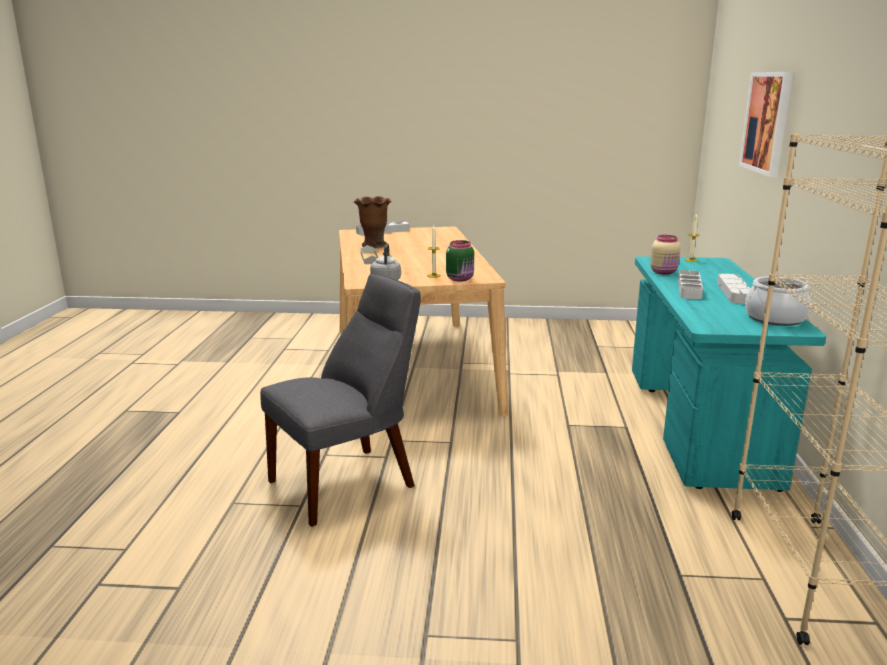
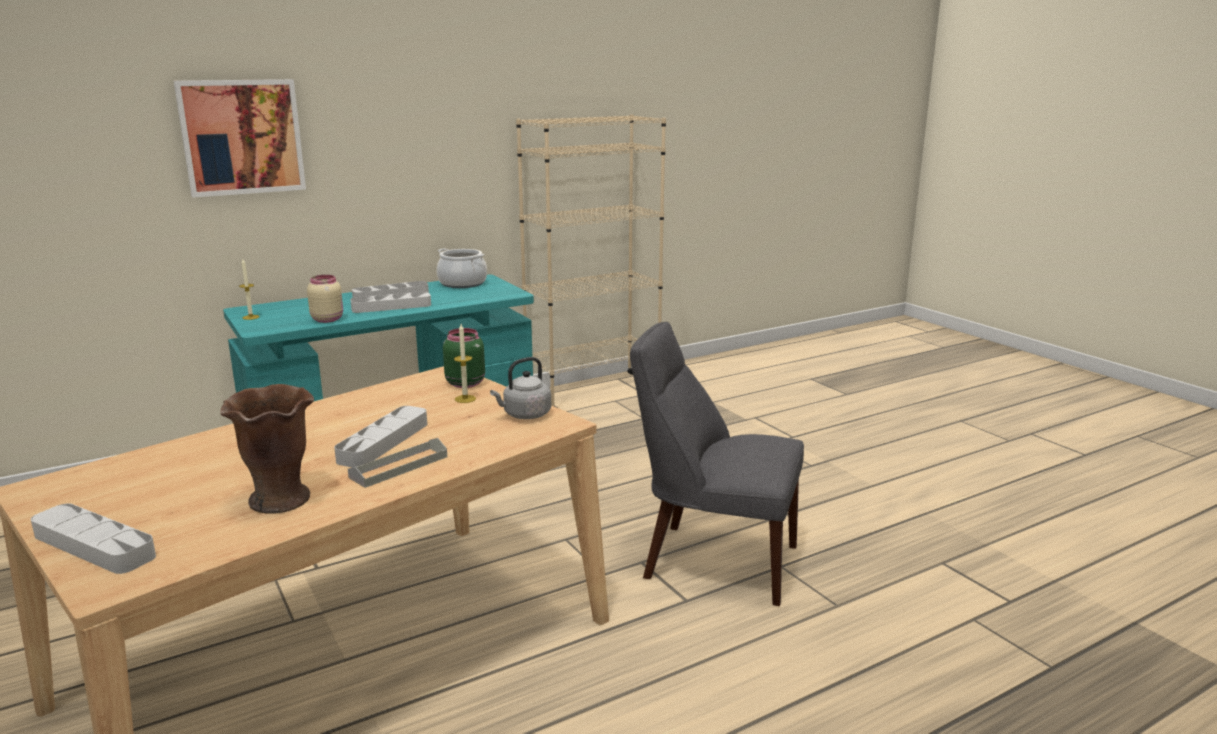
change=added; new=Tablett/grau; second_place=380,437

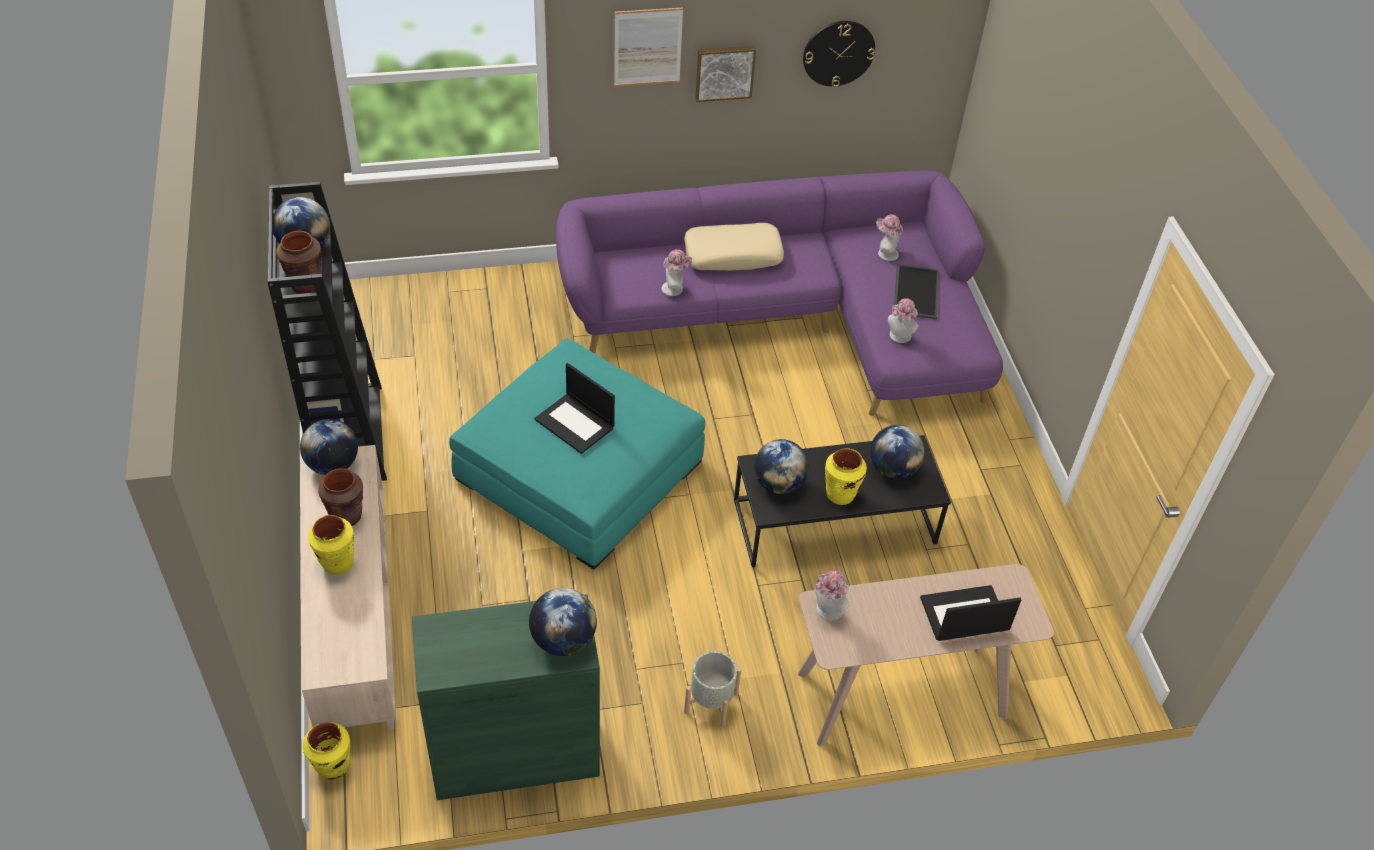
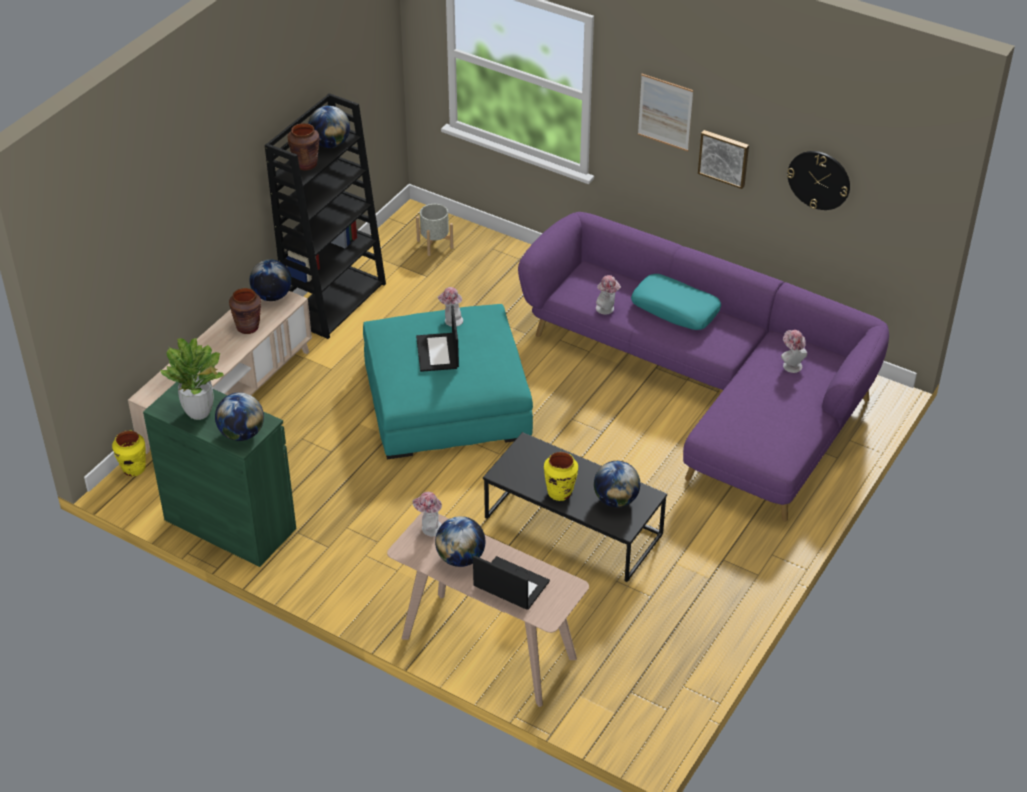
change=added; new=Topfpflanze; second_place=192,379
change=moved; old=Pflanzkübel/grau; first_place=712,689; second_place=435,230
change=moved; old=Globus; first_place=781,466; second_place=460,541
change=moved; old=Hut; first_place=903,320; second_place=450,307
change=recoloured; old=Kissen/beige; new=Kissen/türkis; first_place=734,247; second_place=676,302
change=removed; old=Vase/gelb; first_place=331,545
change=removed; old=Tablett; first_place=916,291

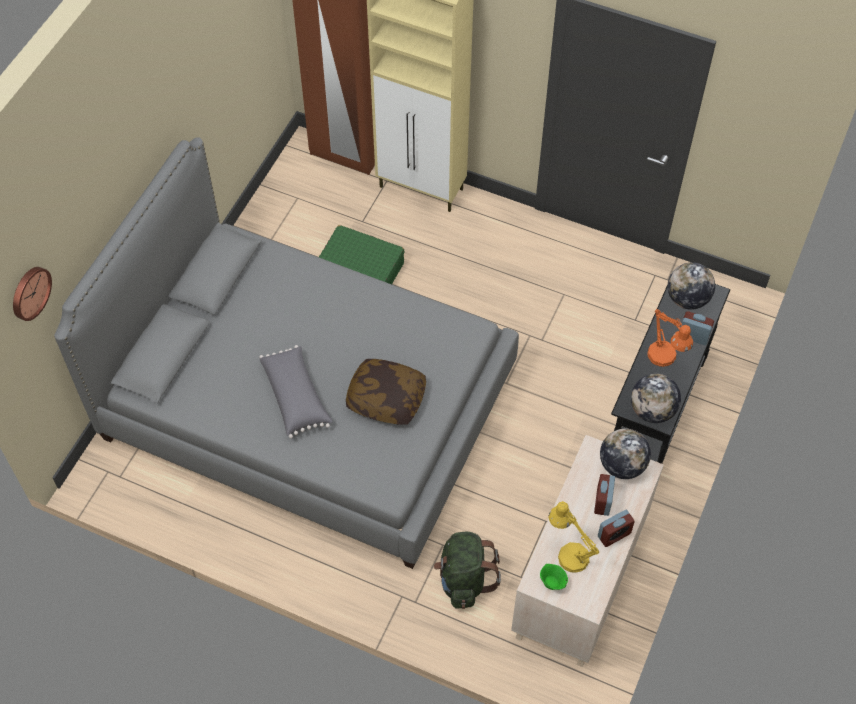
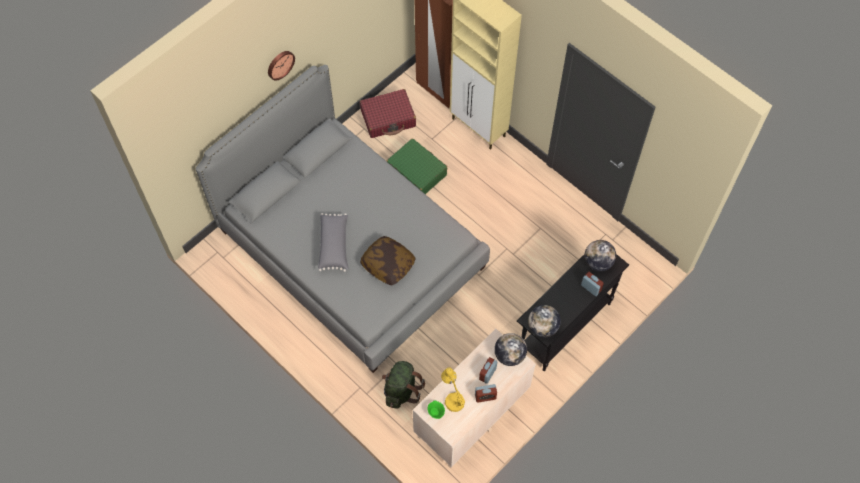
change=moved; old=Wanduhr; first_place=32,294; second_place=281,66
change=added; new=Koffer/rot; second_place=388,113
change=removed; old=Tischlampe/orange; first_place=670,338

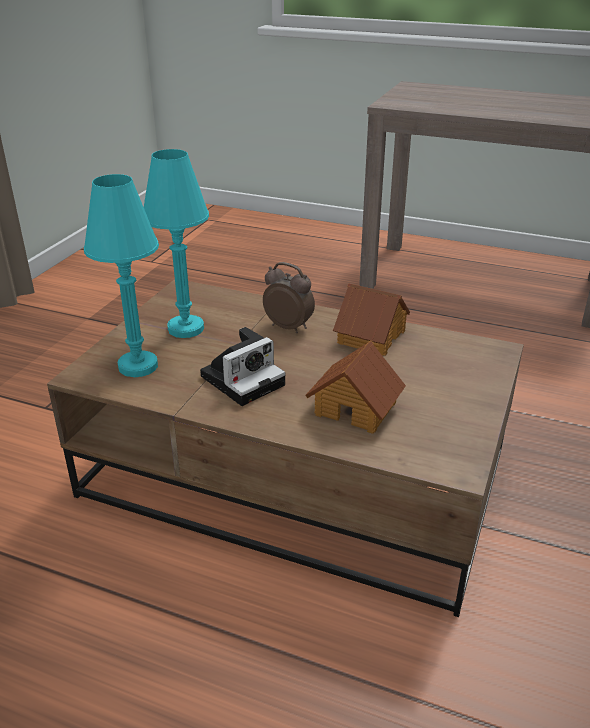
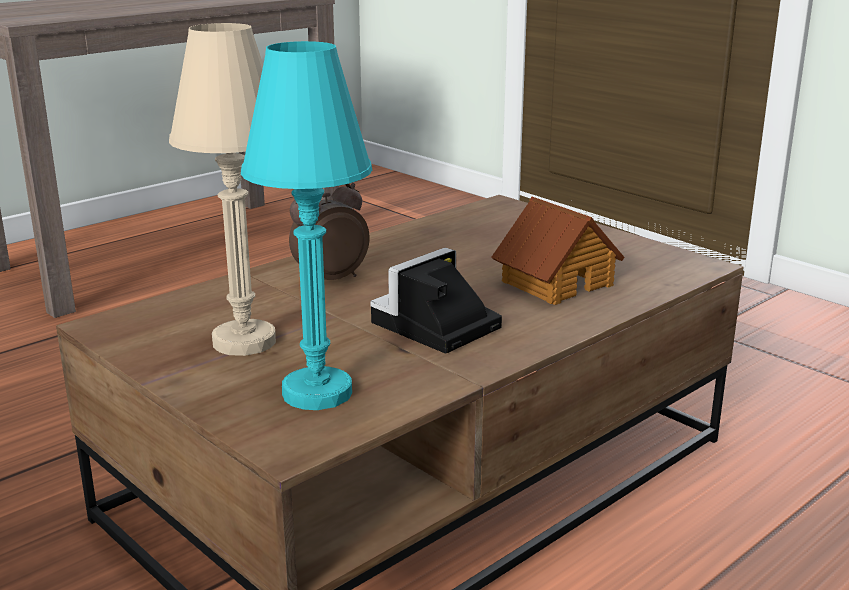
change=recoloured; old=Tischlampe/türkis; new=Tischlampe/beige; first_place=176,243; second_place=222,189
change=turned; old=Kamera; first_place=242,366; second_place=436,300; degrees=-120
change=removed; old=Spielzeughaus; first_place=371,319

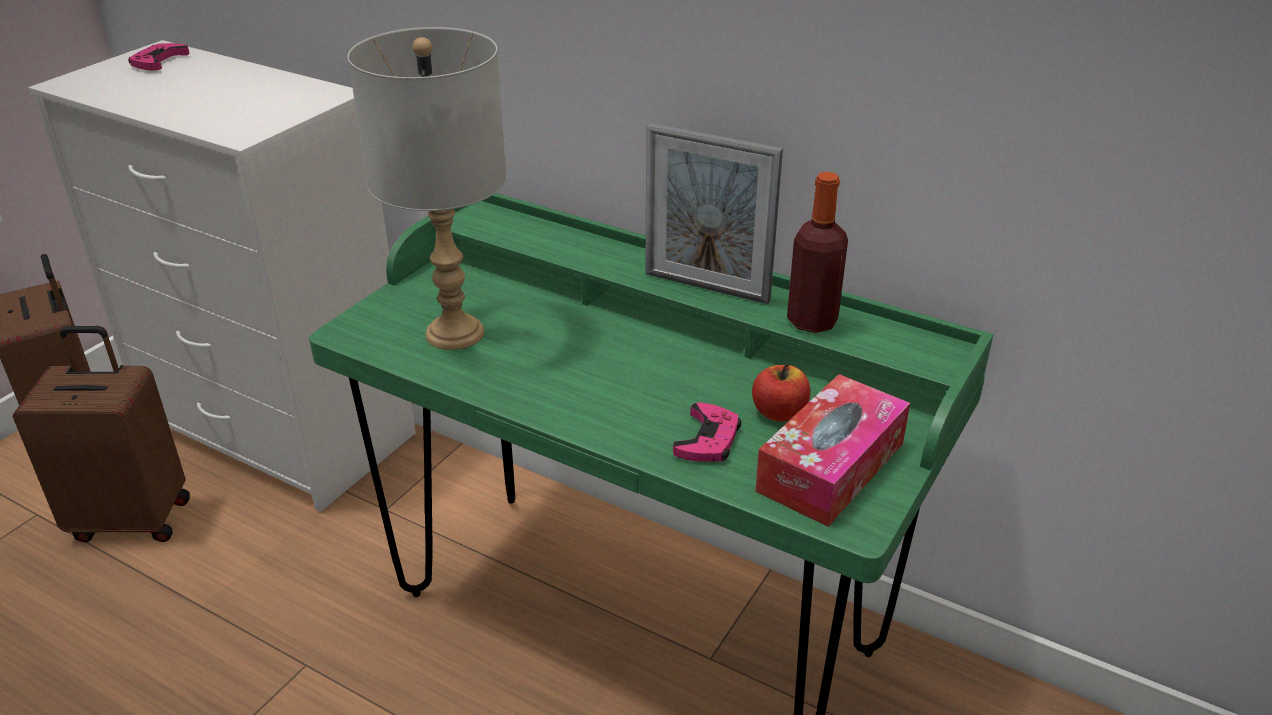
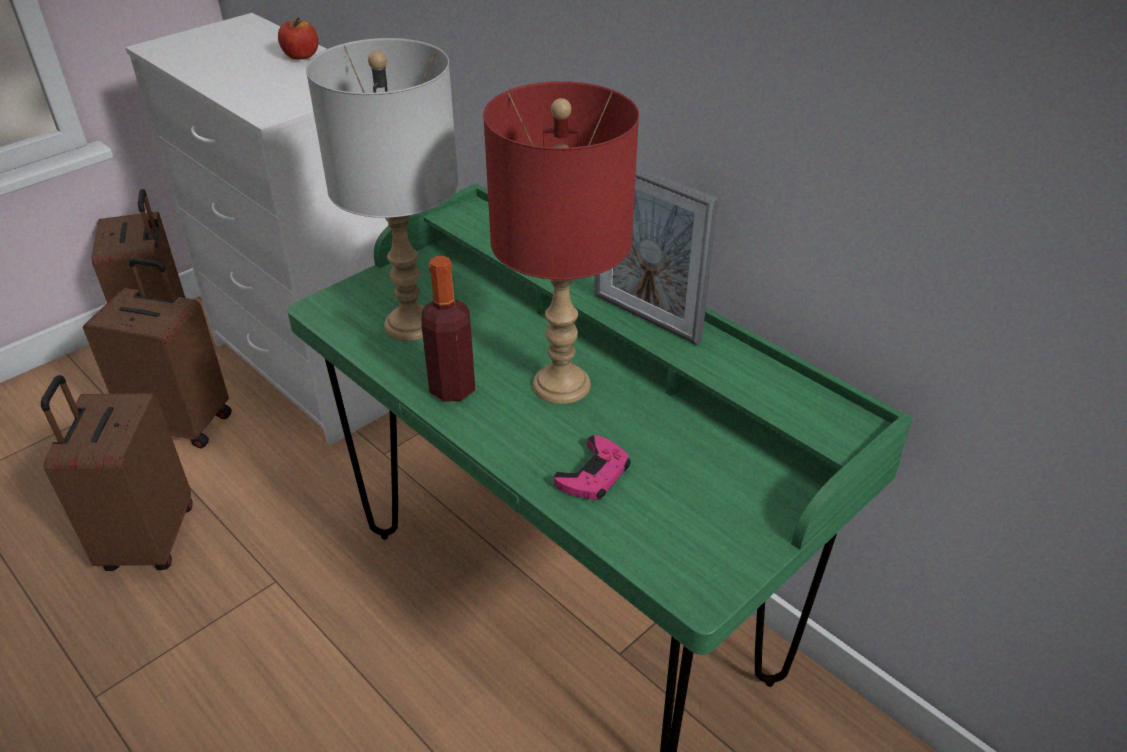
change=added; new=Koffer/braun; second_place=116,473
change=moved; old=Apfel; first_place=781,393; second_place=298,38
change=moved; old=Flasche; first_place=817,252; second_place=448,329
change=added; new=Tischlampe/rot; second_place=561,242
change=removed; old=Gamepad/rosa; first_place=158,57
change=removed; old=Taschentuchbox; first_place=832,450

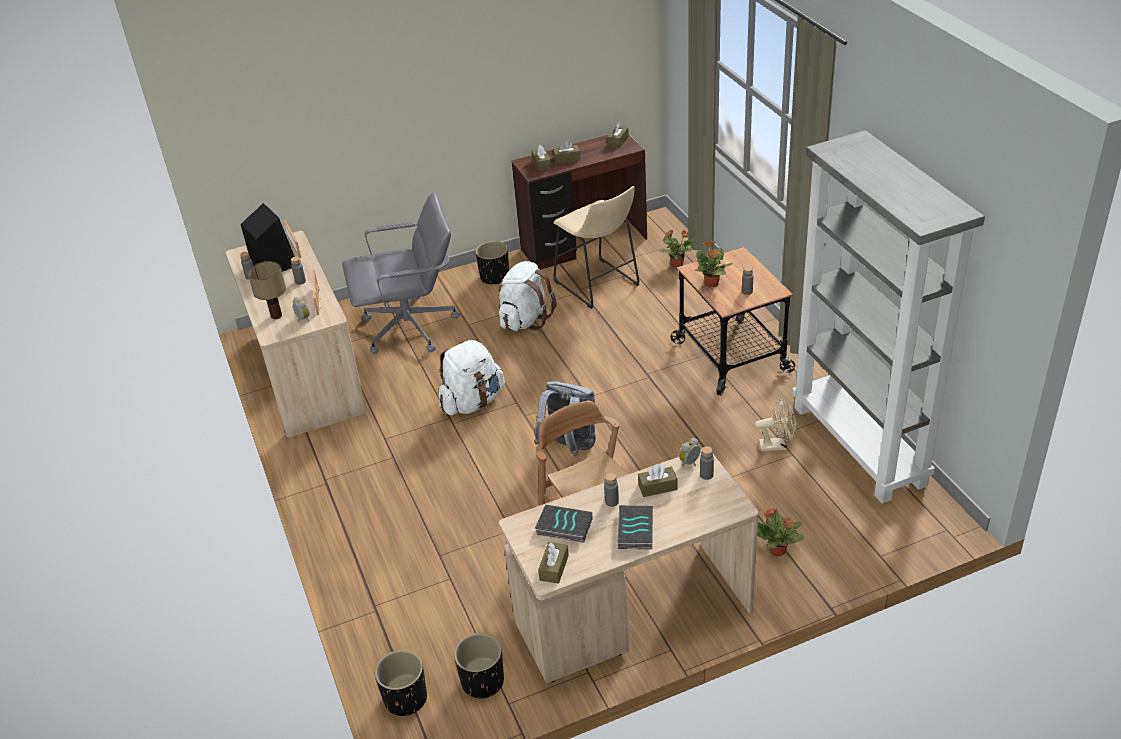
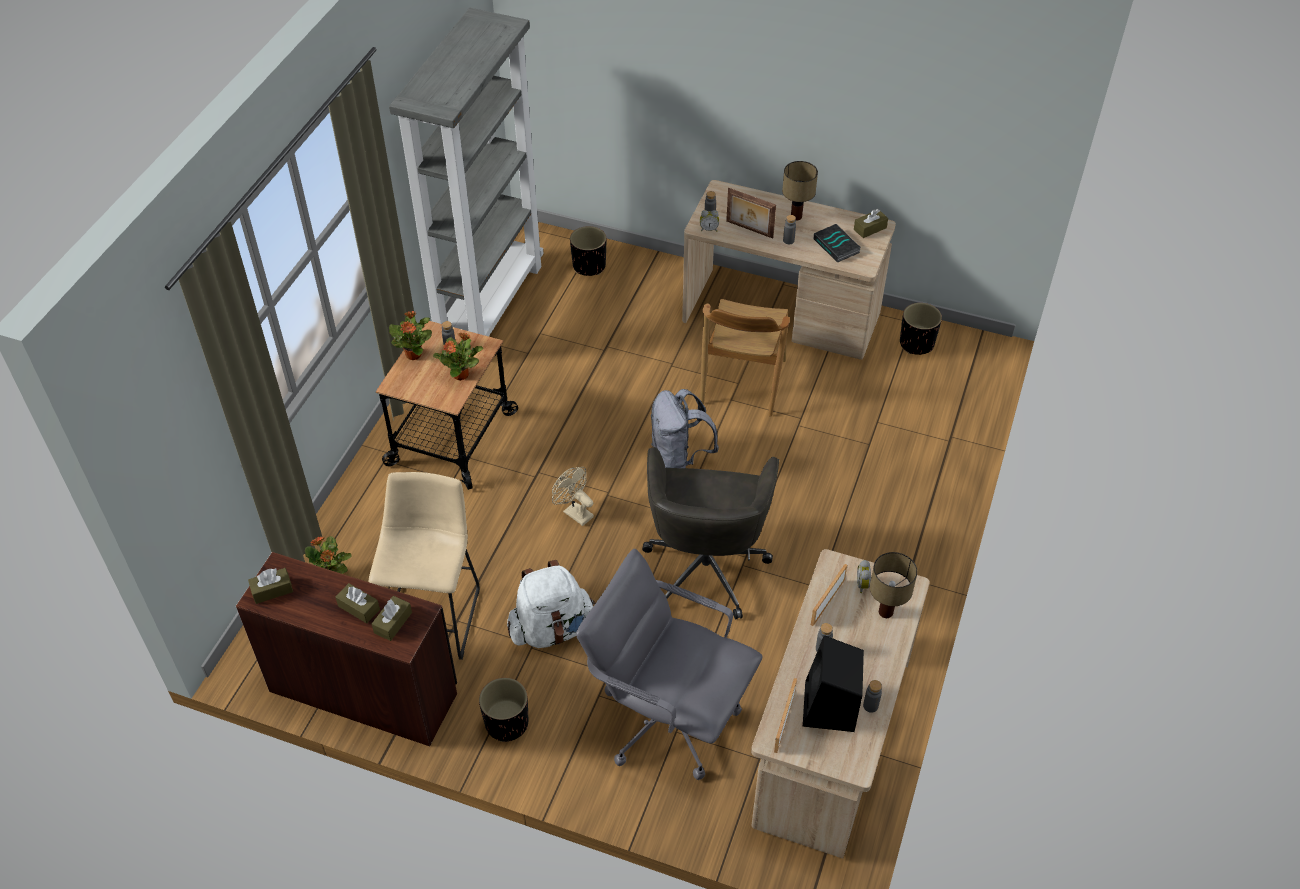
change=moved; old=Topfpflanze; first_place=780,532; second_place=410,335
change=moved; old=Ventilator/beige; first_place=775,425; second_place=573,496
change=moved; old=Pflanzkübel/schwarz; first_place=401,683; second_place=588,251
change=replaced; old=Rucksack/weiß; new=Bürostuhl/grau; first_place=471,377; second_place=710,533
change=replaced; old=Taschentuchbox/braun; new=Bilderrahmen; first_place=658,480; second_place=751,213
change=replaced; old=Buch; new=Tischlampe; first_place=635,527; second_place=800,190

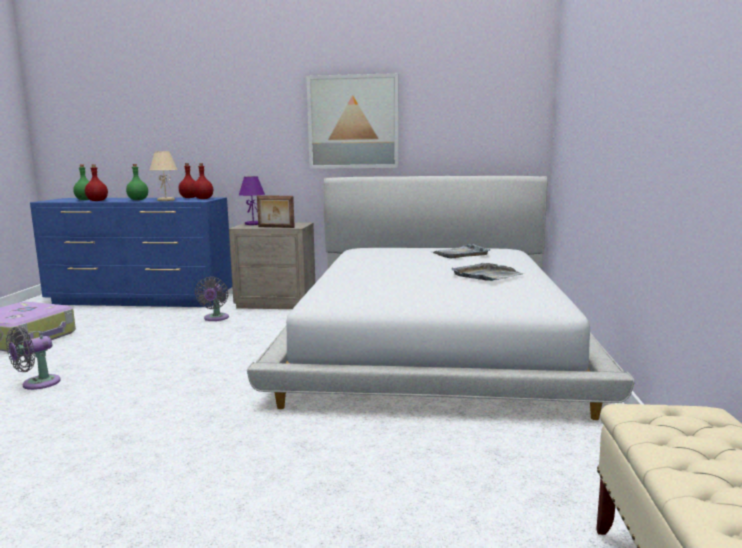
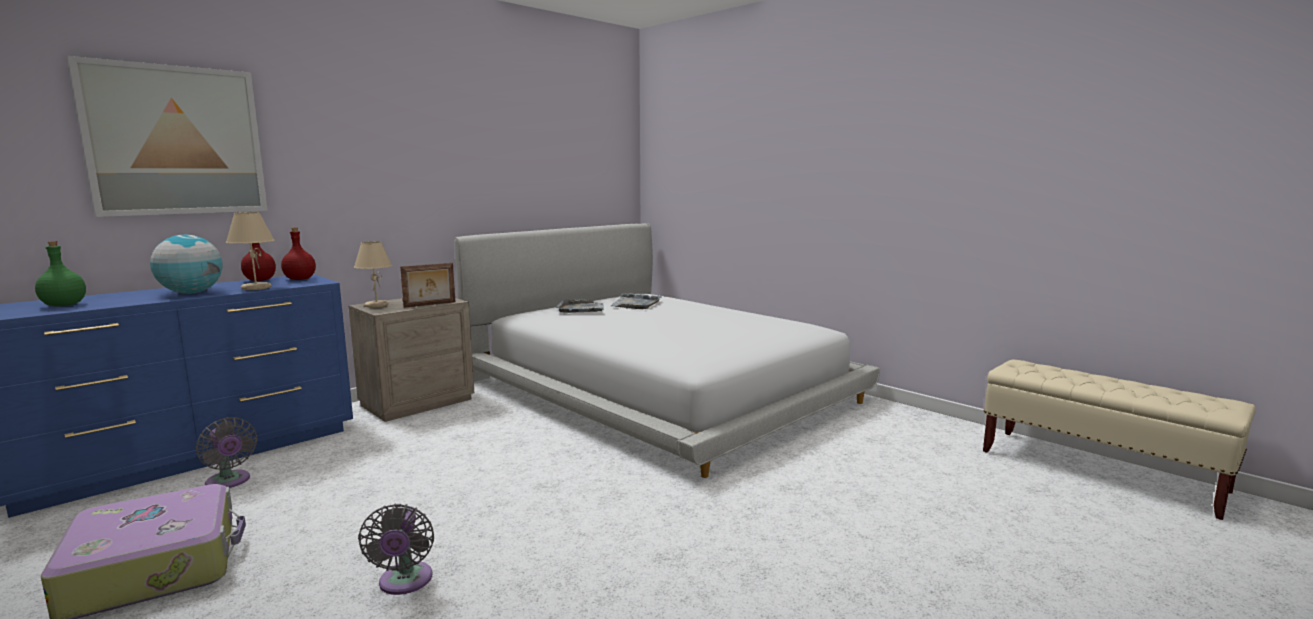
change=moved; old=Bild; first_place=352,121; second_place=167,136
change=replaced; old=Flasche/grün; new=Globus; first_place=137,182; second_place=186,264
change=moved; old=Ventilator/grau; first_place=212,299; second_place=226,452
change=recoloured; old=Tischlampe/lila; new=Tischlampe/beige; first_place=252,200; second_place=373,274
change=moved; old=Tablett/grau; first_place=488,272; second_place=580,306
change=removed; old=Flasche/rot; first_place=96,183

